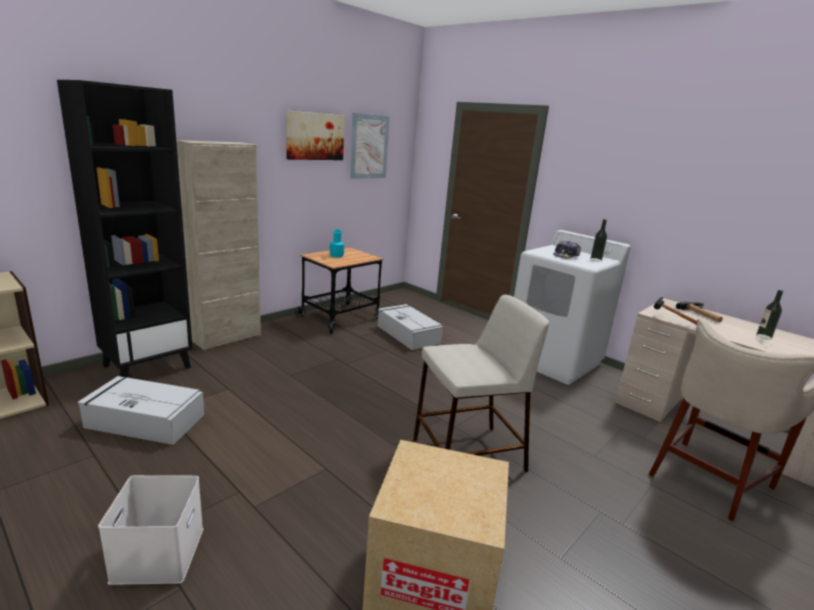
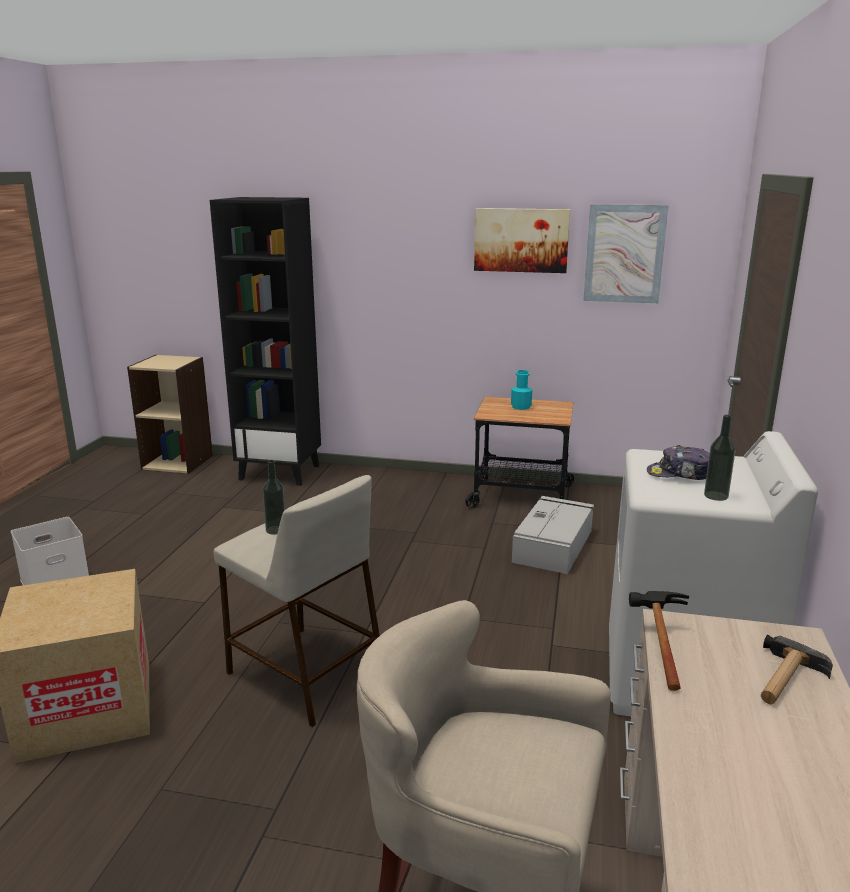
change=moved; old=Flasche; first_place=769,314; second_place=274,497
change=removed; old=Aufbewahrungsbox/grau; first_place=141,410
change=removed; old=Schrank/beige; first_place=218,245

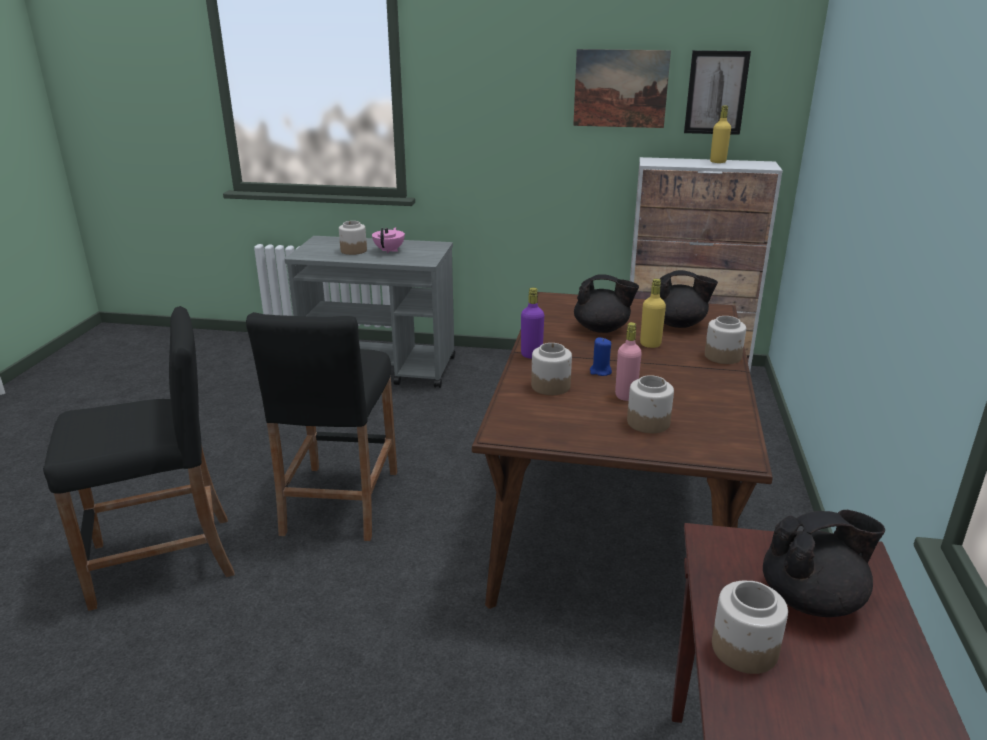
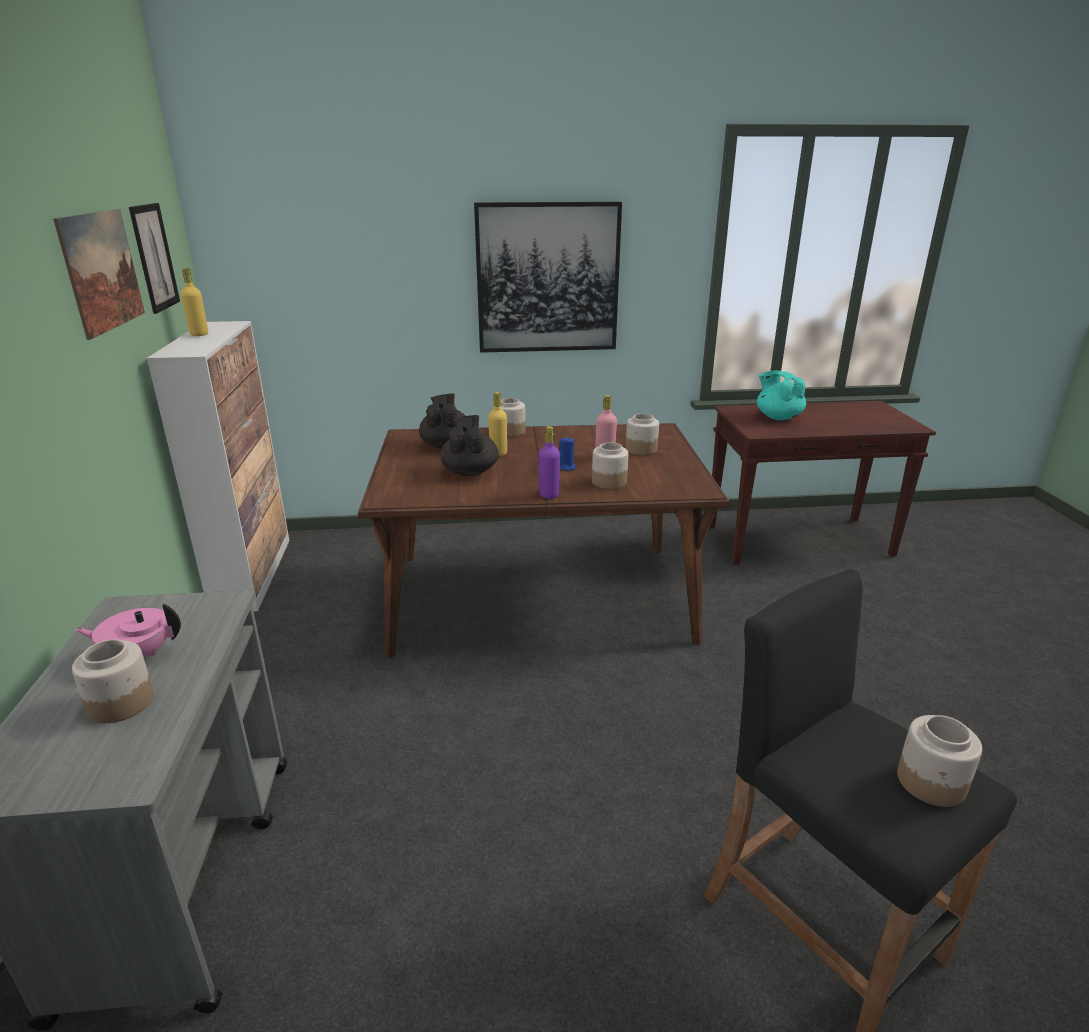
change=added; new=Bild; second_place=548,277
change=recoloured; old=Teekanne/schwarz; new=Teekanne/türkis; first_place=824,563; second_place=781,395
change=moved; old=Vorratsglas; first_place=750,627; second_place=939,761
change=removed; old=Hocker/schwarz; first_place=321,426

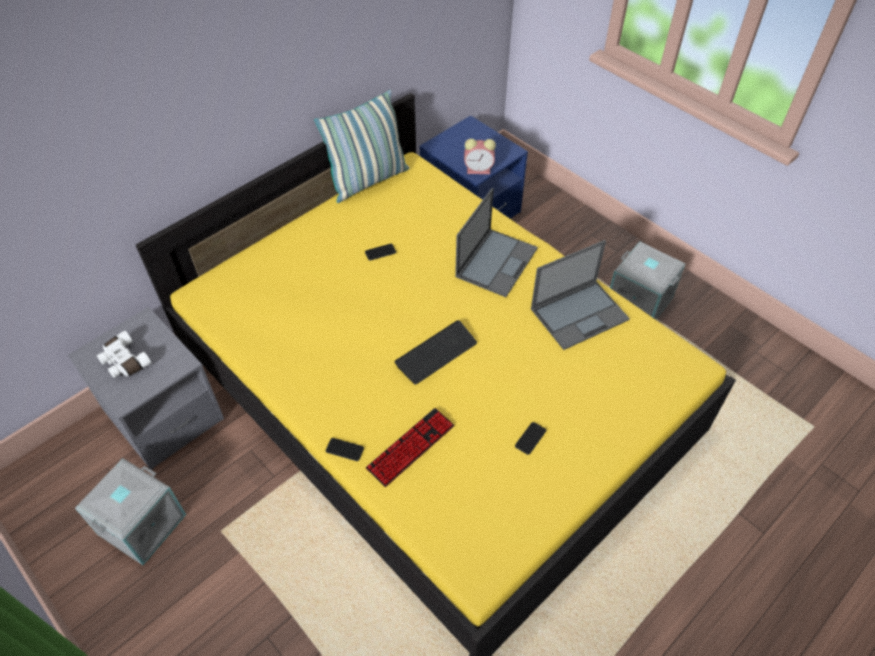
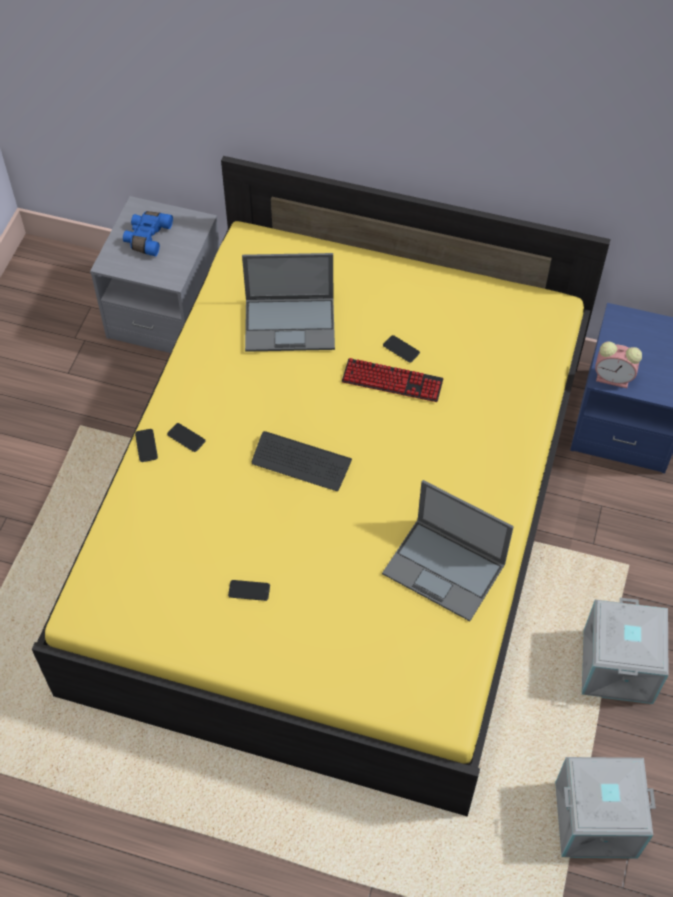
change=recoloured; old=Fernglas/weiß; new=Fernglas/blau; first_place=124,354; second_place=148,233
change=added; new=Handy; second_place=186,437
change=moved; old=Laptop; first_place=496,242; second_place=288,302
change=moved; old=Tastatur; first_place=410,447; second_place=393,380
change=moved; old=Aufbewahrungsbox/grau; first_place=130,511; second_place=605,808
change=turned; old=Wecker; first_place=480,156; second_place=618,364; degrees=-45
change=removed; old=Kissen; first_place=361,146

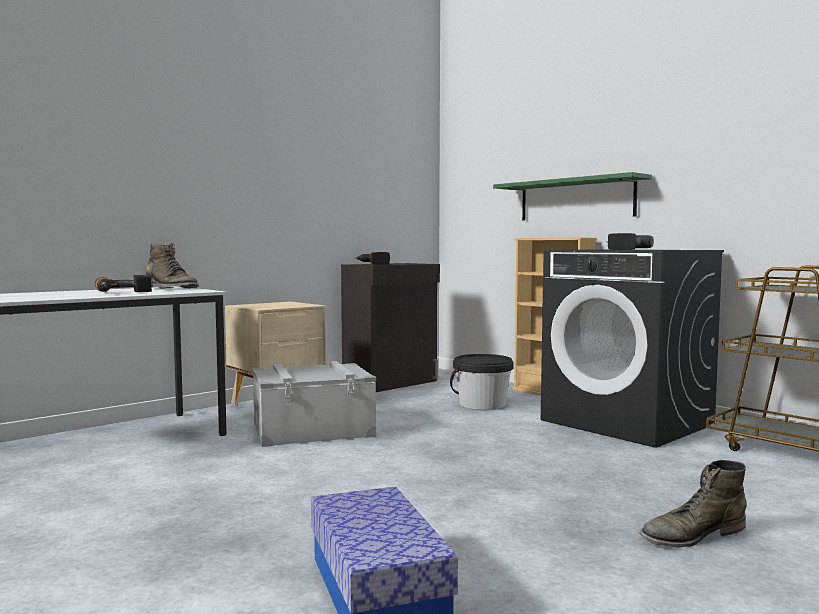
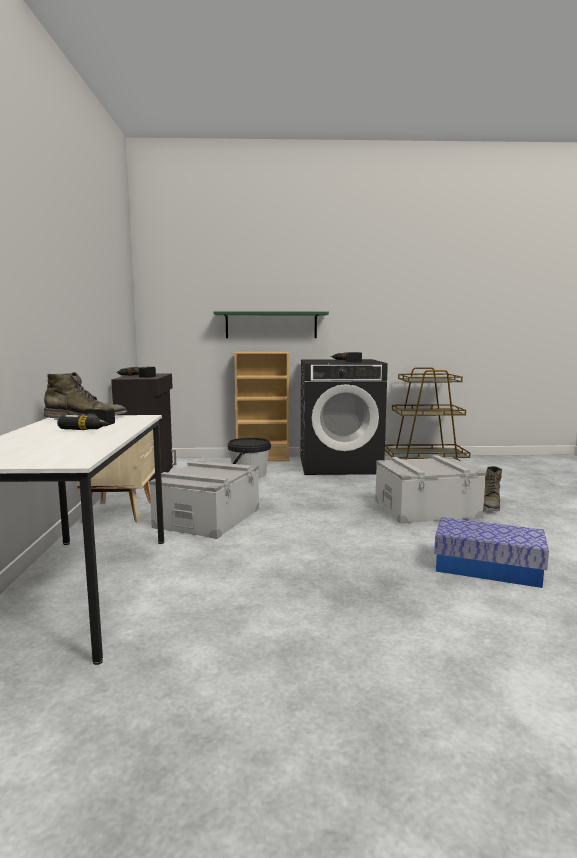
change=added; new=Aufbewahrungsbox/grau; second_place=430,489

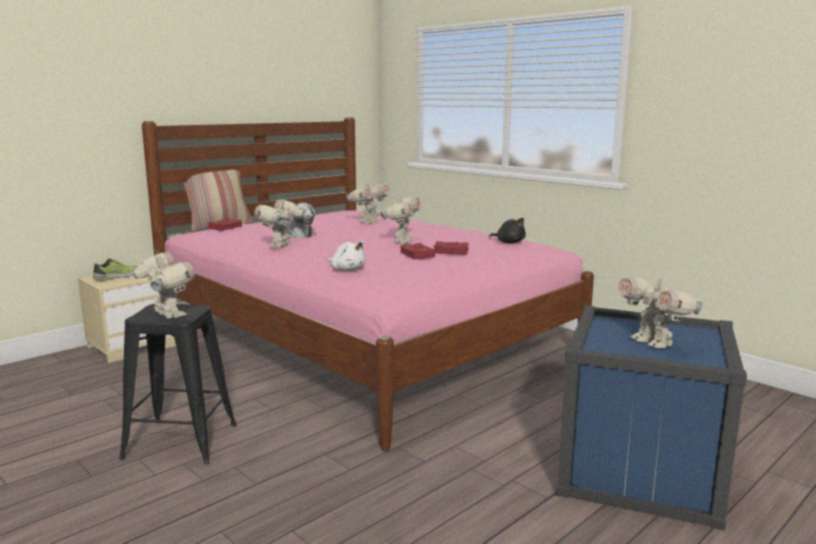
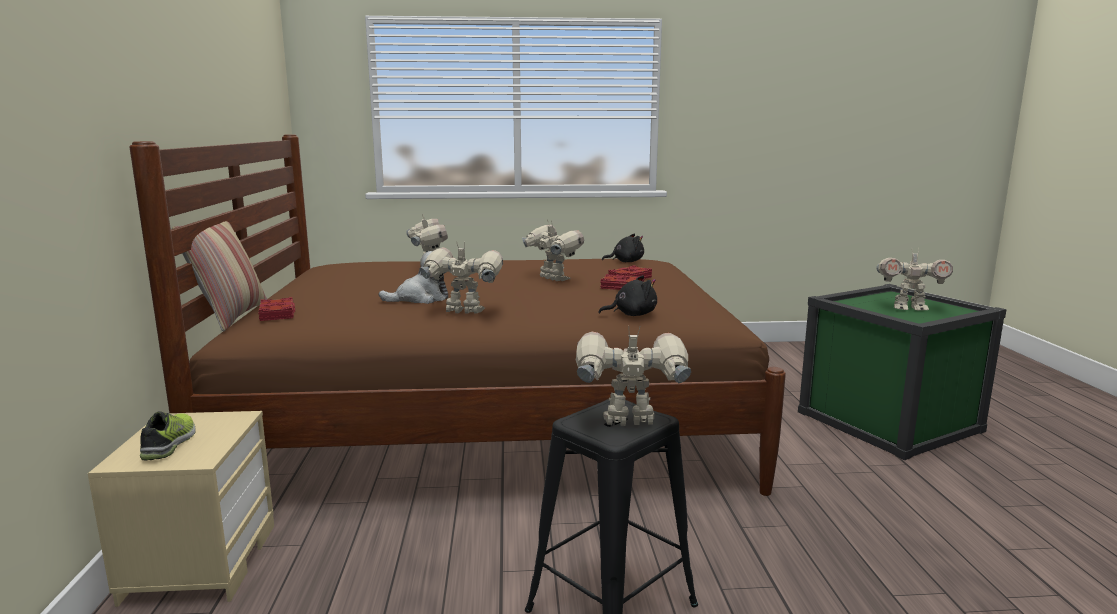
change=recoloured; old=Bett/rosa; new=Bett/braun; first_place=368,284; second_place=457,315
change=turned; old=Spielzeugroboter; first_place=279,221; second_place=461,277; degrees=135
change=recoloured; old=Plüschtier/weiß; new=Plüschtier/schwarz; first_place=346,255; second_place=628,295
change=recoloured; old=Aufbewahrungsbox/blau; new=Aufbewahrungsbox/grün; first_place=651,418; second_place=902,372

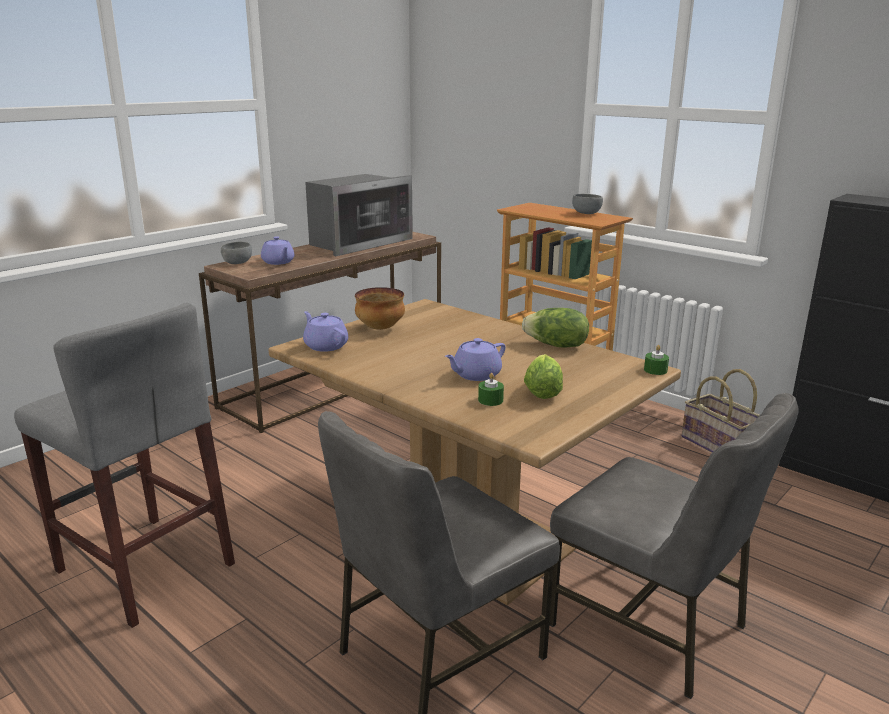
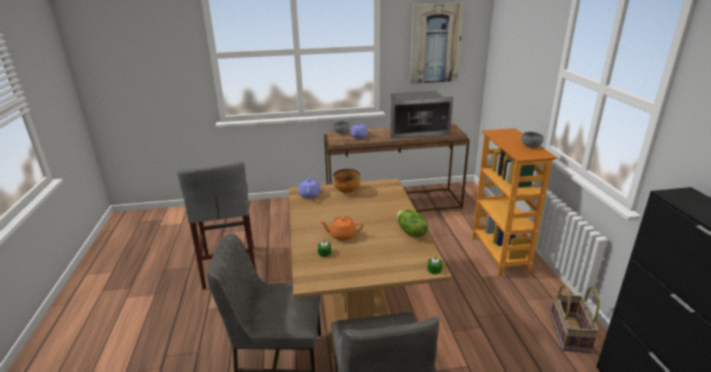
change=recoloured; old=Teekanne/lila; new=Teekanne/orange; first_place=475,359; second_place=341,229
change=added; new=Bild; second_place=437,43
change=removed; old=Salatkopf; first_place=543,376

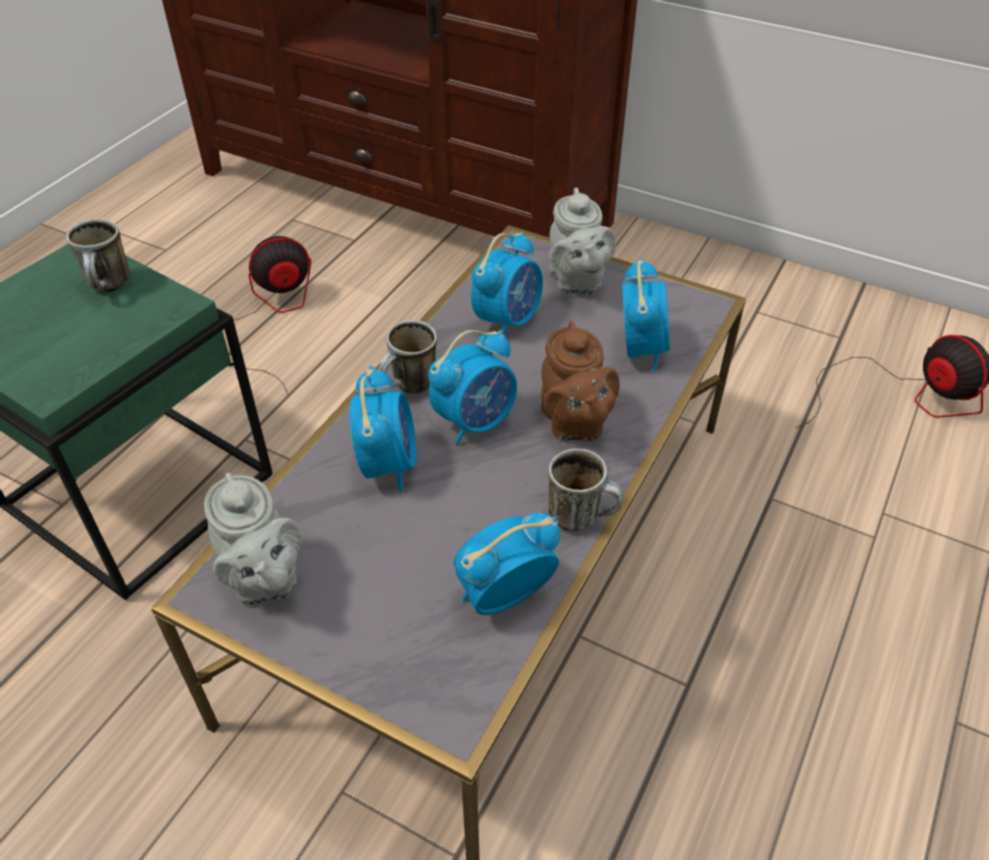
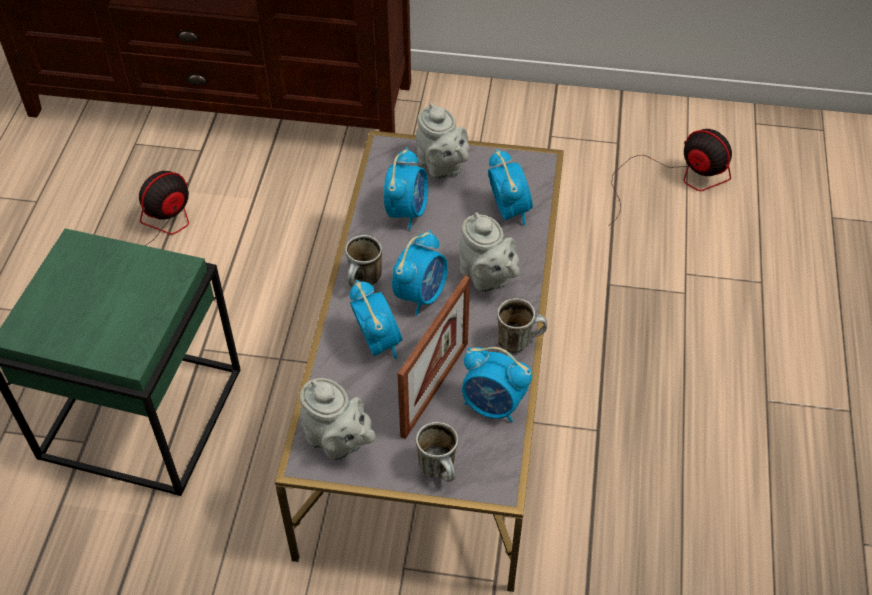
change=added; new=Bilderrahmen; second_place=433,357
change=moved; old=Henkelbecher; first_place=97,255; second_place=437,452
change=recoloured; old=Teekanne/braun; new=Teekanne/grau; first_place=580,381; second_place=489,252
change=turned; old=Wecker; first_place=507,564; second_place=497,385; degrees=-105

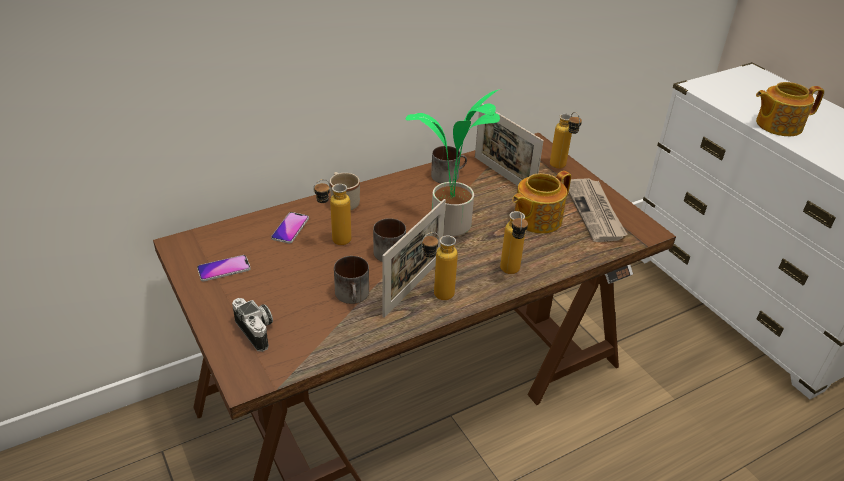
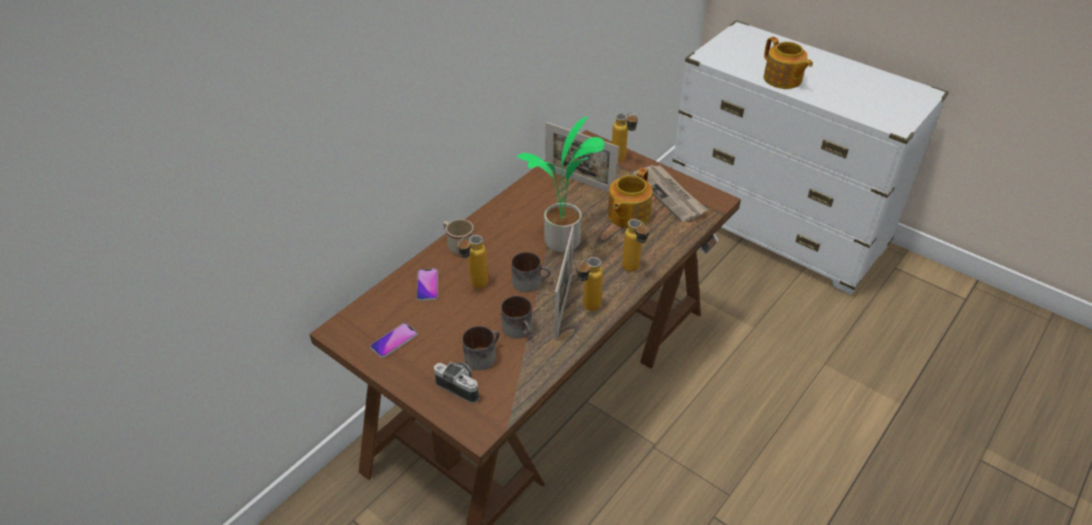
change=moved; old=Henkelbecher; first_place=449,164; second_place=480,348
change=turned; old=Teekanne; first_place=790,109; second_place=788,63; degrees=-90

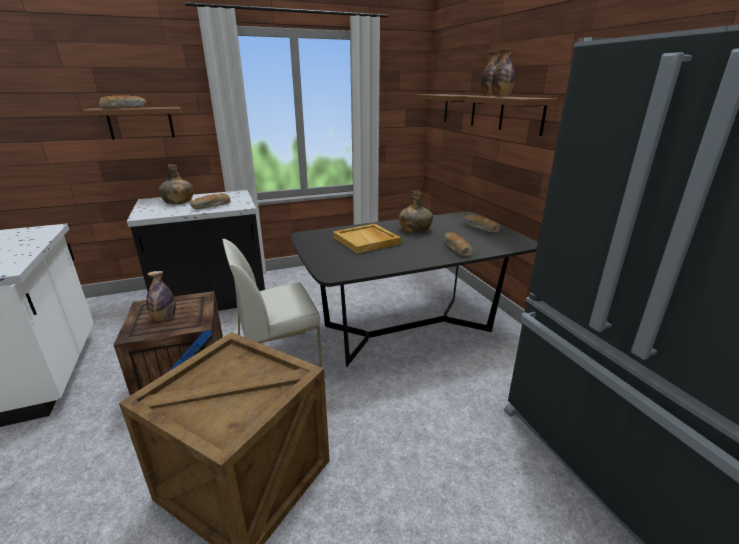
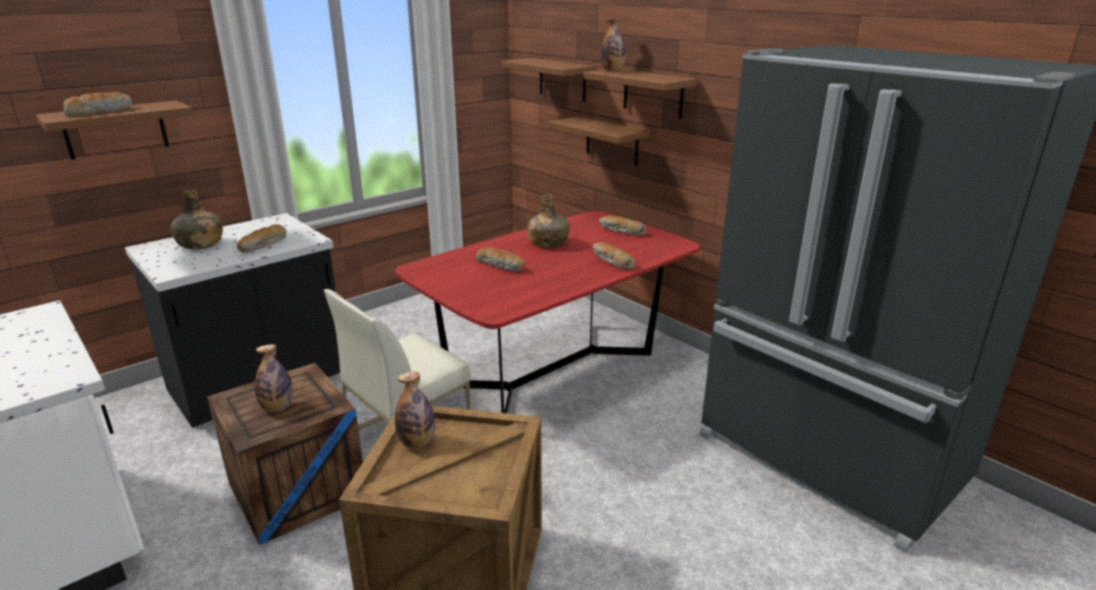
change=recoloured; old=Esstisch/schwarz; new=Esstisch/rot; first_place=414,289; second_place=547,312
change=moved; old=Flasche; first_place=503,72; second_place=415,410
change=replaced; old=Tablett/beige; new=Brot; first_place=367,239; second_place=500,259
change=added; new=Wandregal/braun; second_place=599,141

